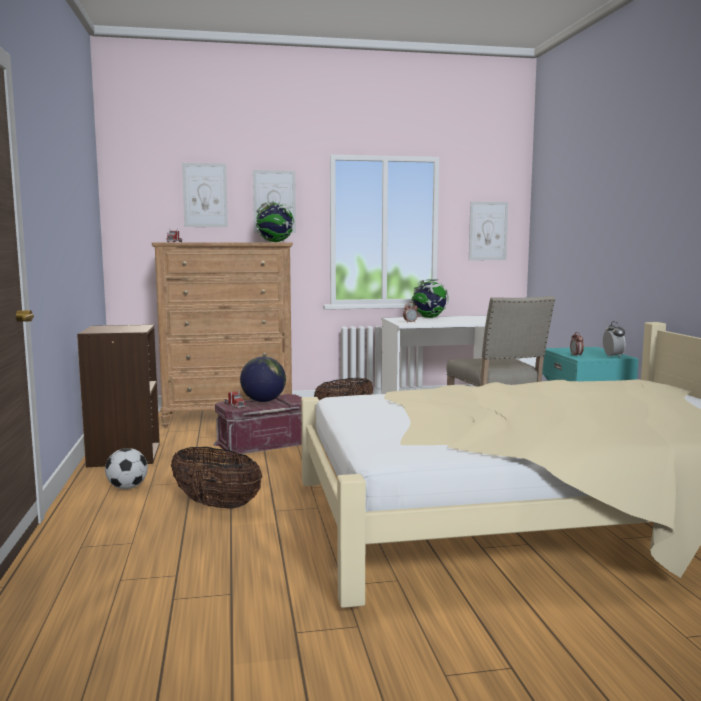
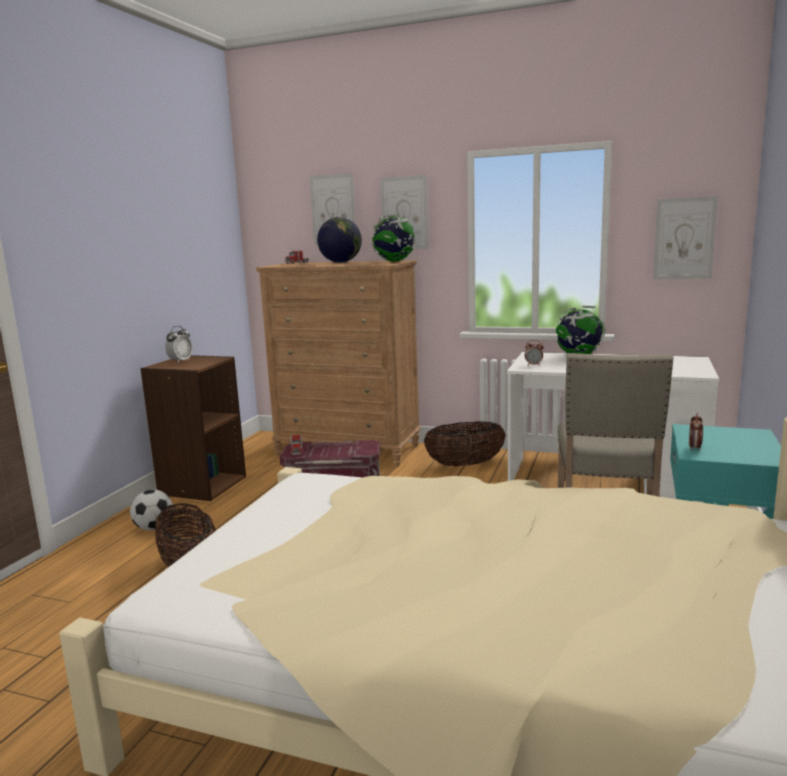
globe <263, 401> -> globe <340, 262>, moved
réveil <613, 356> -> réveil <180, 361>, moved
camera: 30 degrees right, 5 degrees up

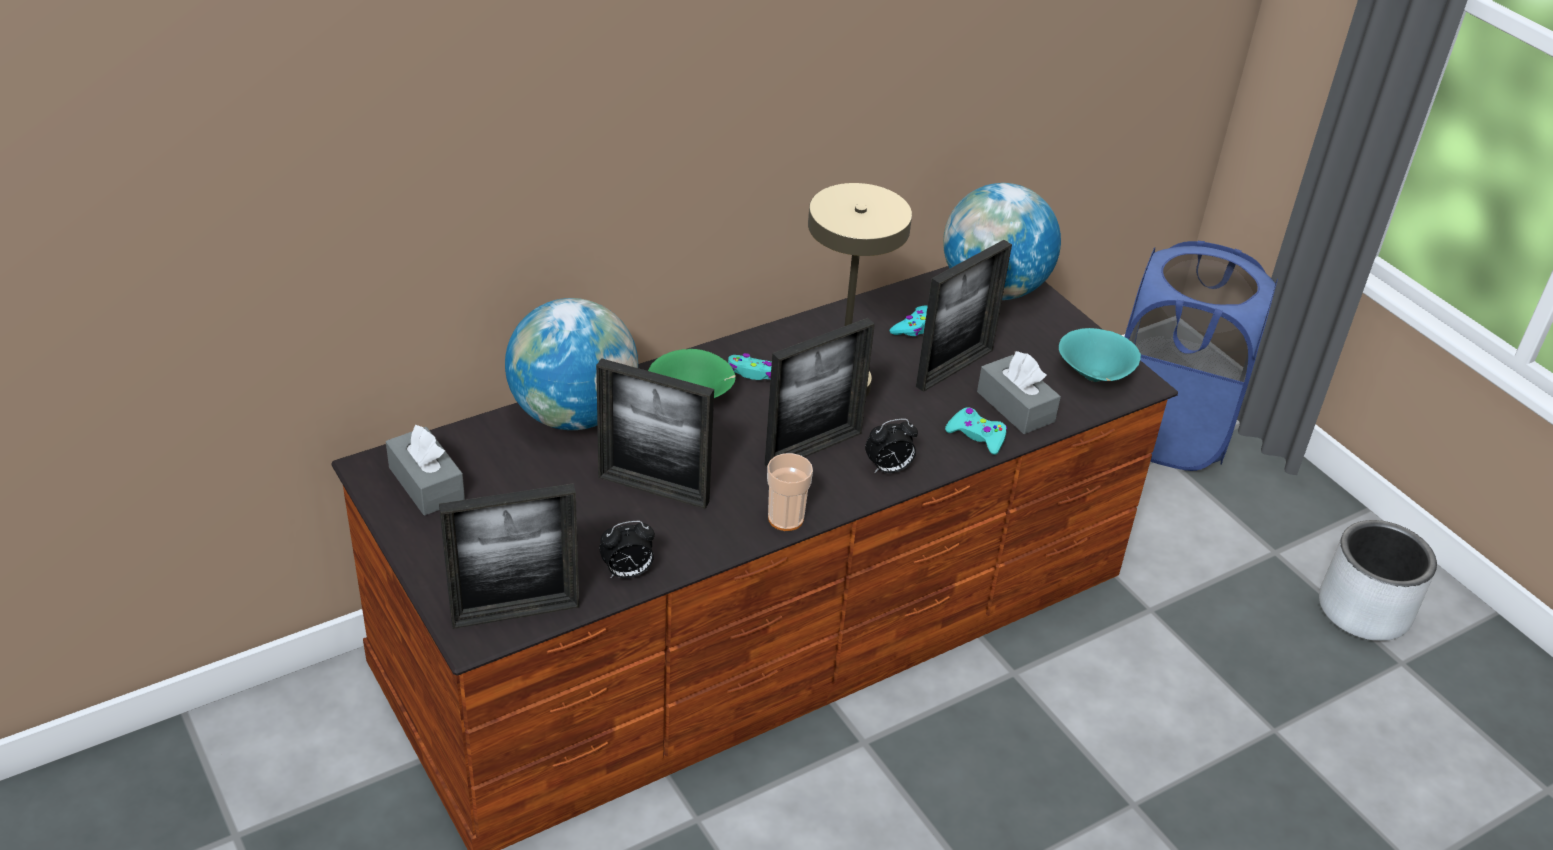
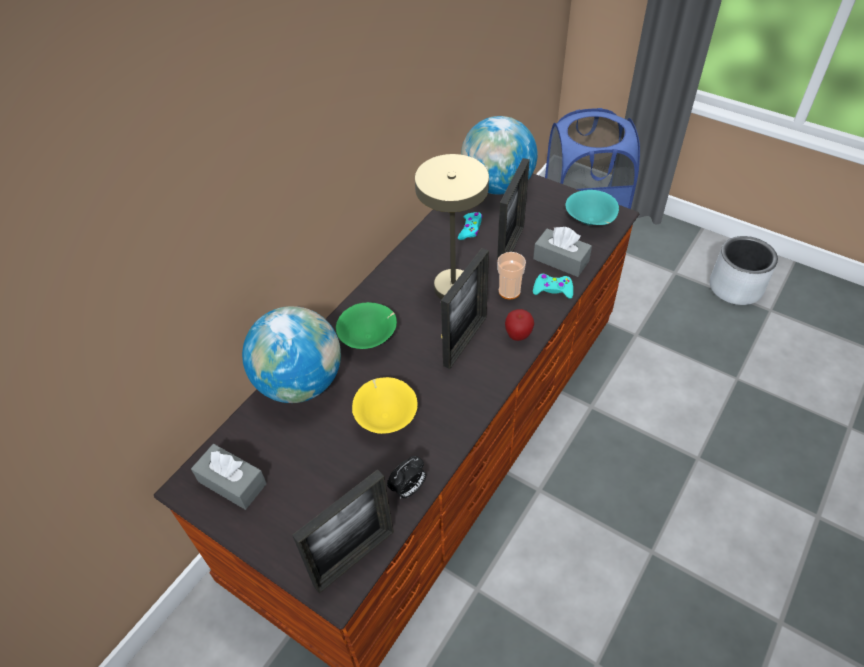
manette (turquoise) <754, 372> -> none
tasse <785, 518> -> tasse <509, 291>, moved
cadre photo <653, 489> -> bol (jaune) <386, 416>
réveil <888, 469> -> pomme <518, 335>
camera: 20 degrees left, 10 degrees up

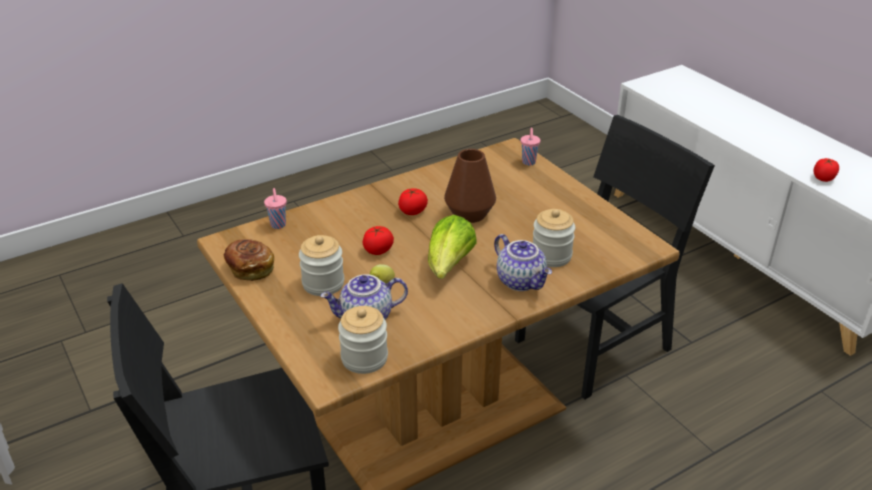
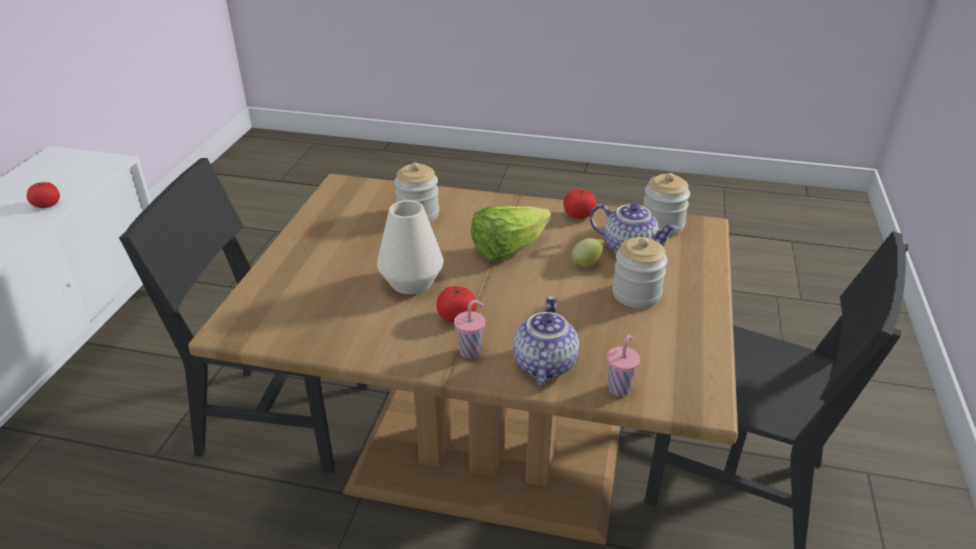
pain <250, 269> -> none
tomate <378, 250> -> tomate <579, 215>, moved
théière <521, 281> -> théière <543, 364>, moved
tasse (rose) <529, 162> -> tasse (rose) <471, 351>, moved
vase (marron) <470, 214> -> vase (blanc) <411, 282>
camera: 135 degrees left, 0 degrees up

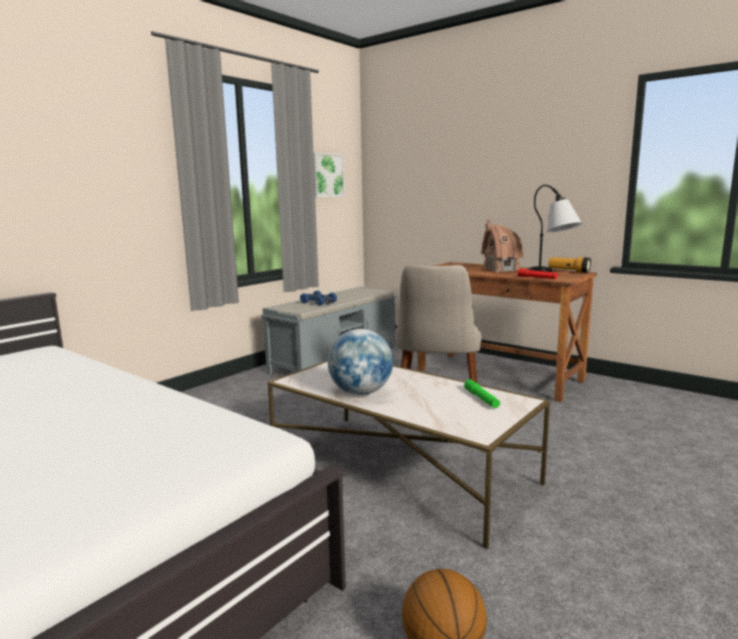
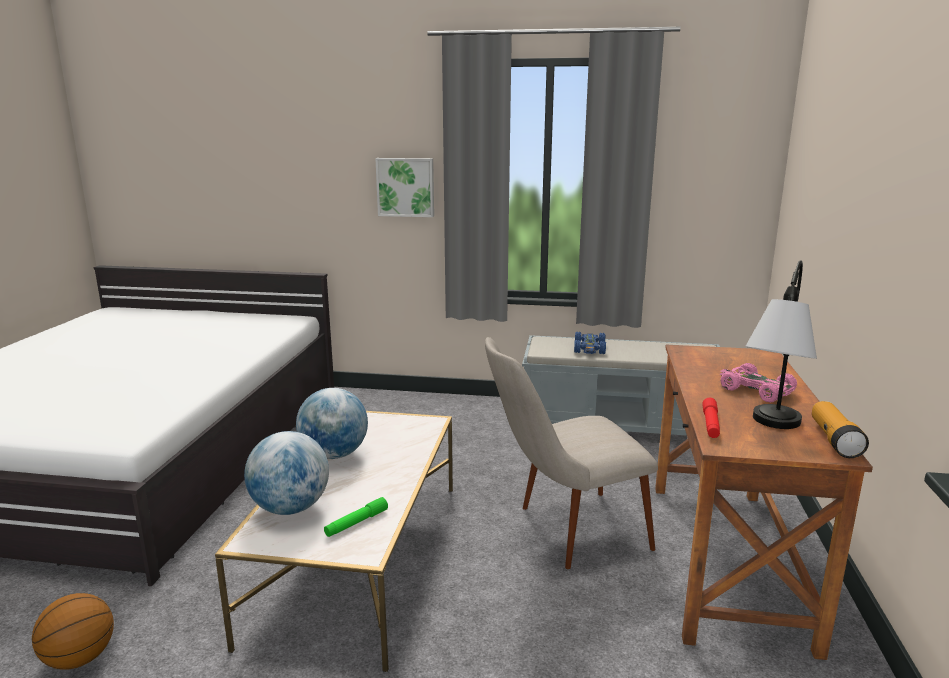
none -> globe <290, 508>
tableau <326, 175> -> tableau <406, 187>, moved
maison miniature <501, 269> -> petite voiture (rose) <755, 390>
camera: 60 degrees right, 5 degrees up

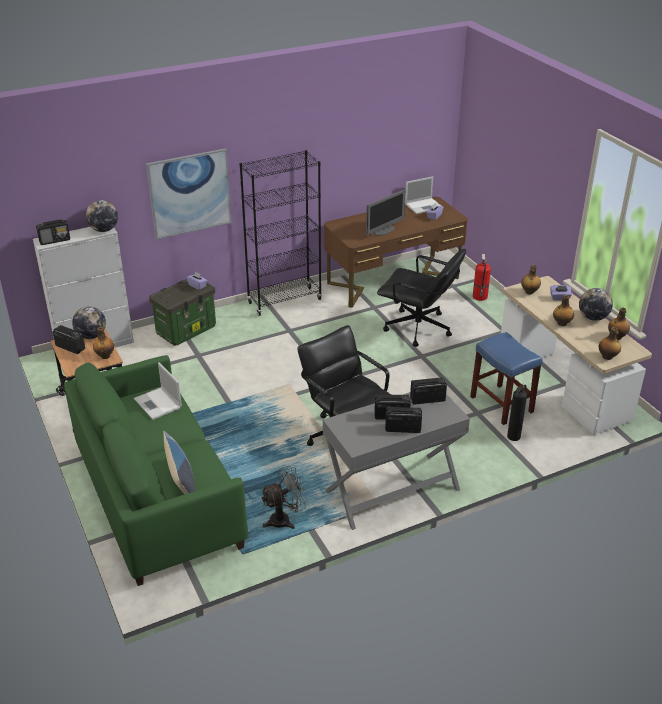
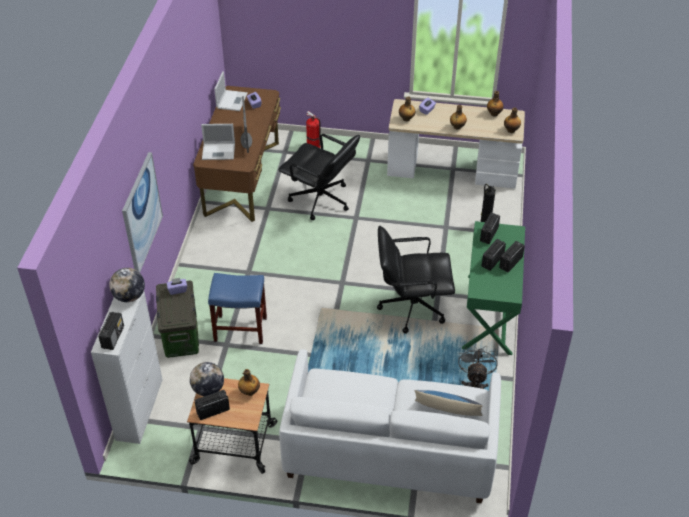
bibliothèque (noir) <284, 301> -> none
globe <593, 317> -> none
ordinateur portable <158, 404> -> ordinateur portable <219, 151>, moved
tabouret (bleu) <500, 404> -> tabouret (bleu) <240, 329>, moved
canapé (vert) <157, 496> -> canapé (blanc) <389, 450>
bureau (gris) <392, 491> -> bureau (vert) <490, 314>
chaise de bureau (noir) <418, 328> -> chaise de bureau (noir) <320, 200>, 60 degrees clockwise
camera: 55 degrees left, 10 degrees up

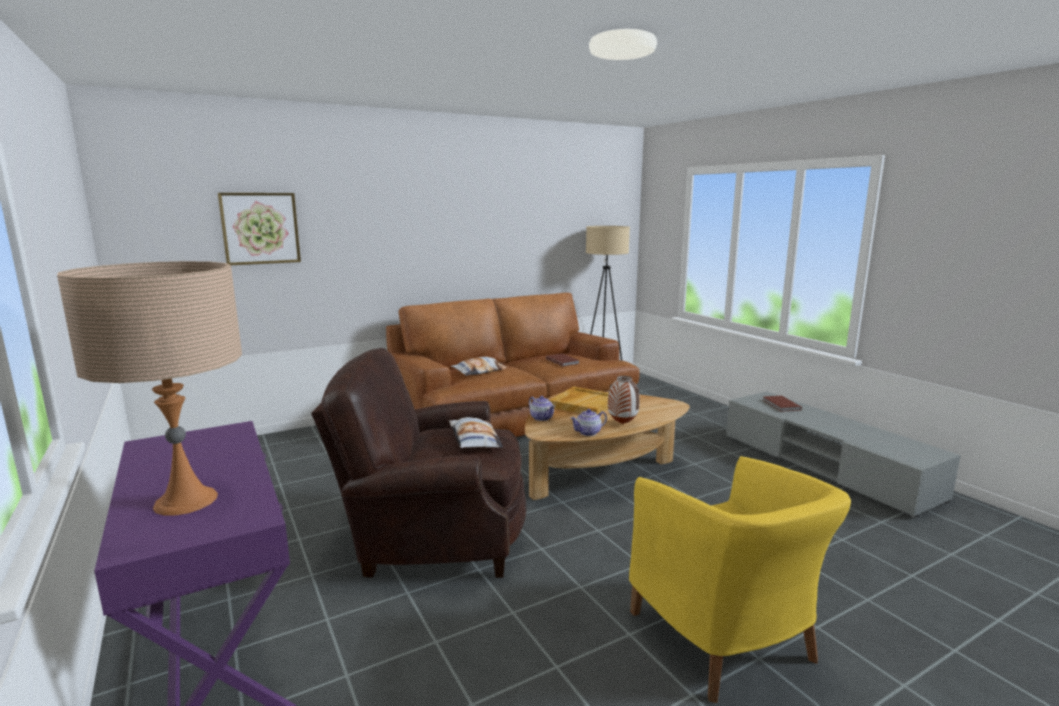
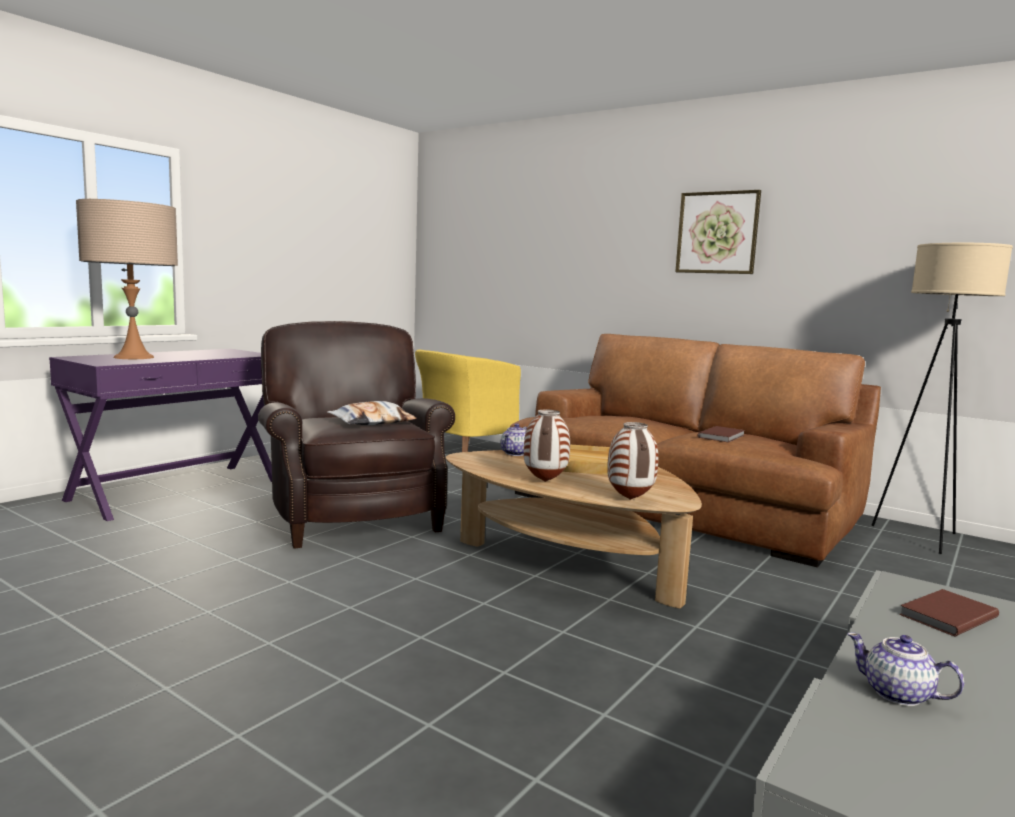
coussin <479, 371> -> none
none -> vase <631, 499>
tableau <260, 228> -> tableau <717, 233>, moved
théière <588, 432> -> théière <898, 694>, moved
fauteuil (jaune) <725, 640> -> fauteuil (jaune) <462, 451>, moved
camera: 65 degrees right, 5 degrees down

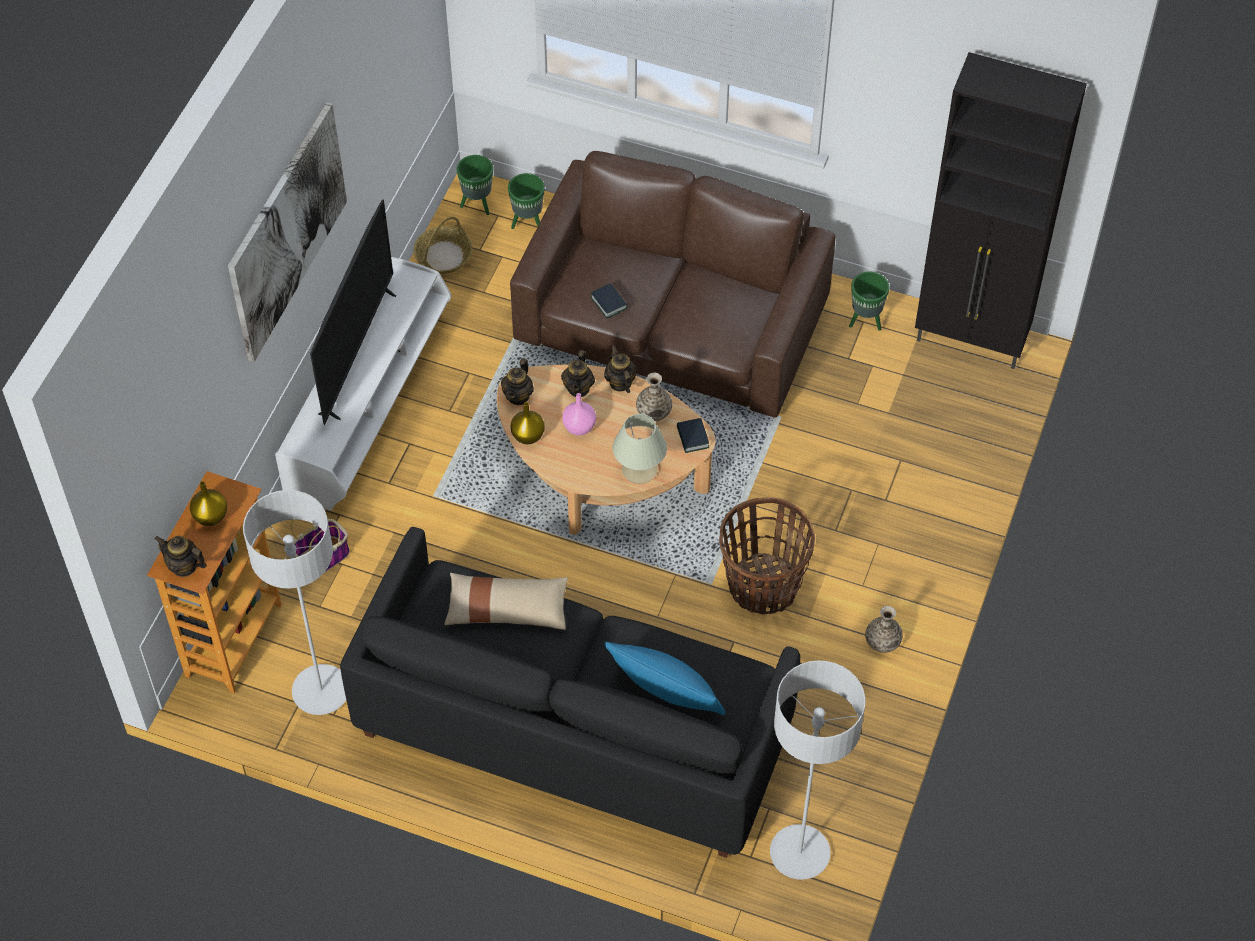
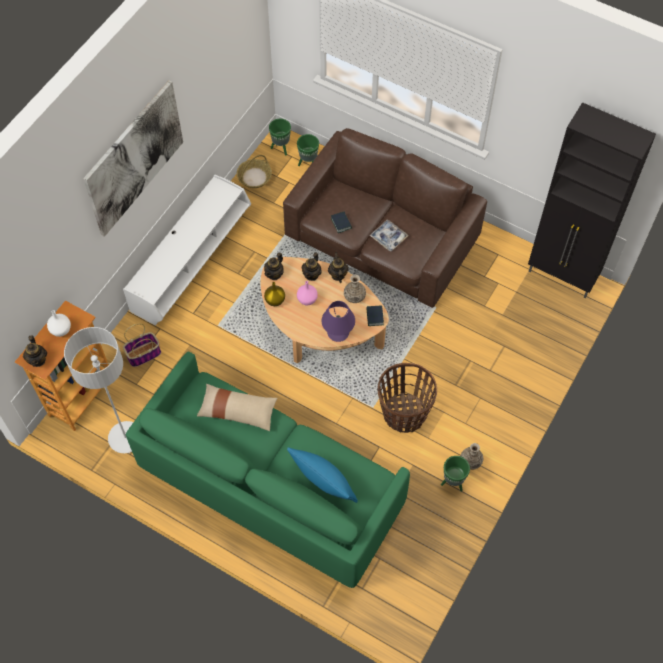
téléviseur <357, 354> -> none
lampadaire (gris) <799, 853> -> none
none -> plateau <388, 237>
cache-pot (vert) <866, 321> -> cache-pot (vert) <453, 482>, moved
vase (jaune) <211, 516> -> vase (blanc) <61, 330>
canapé (noir) <573, 728> -> canapé (vert) <270, 486>
lampe de table (beige) <639, 470> -> lampe de table (violet) <338, 332>
théière <184, 566> -> théière <38, 360>, 135 degrees counterclockwise
camera: 10 degrees right, 5 degrees up

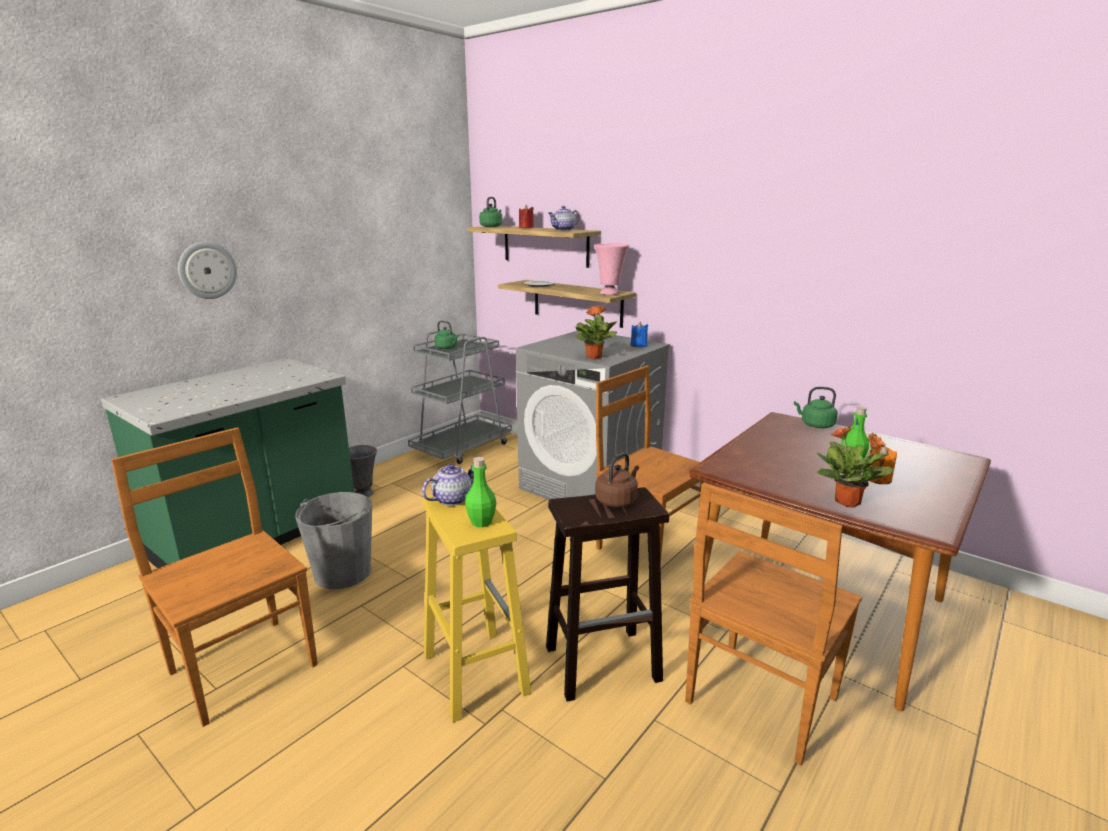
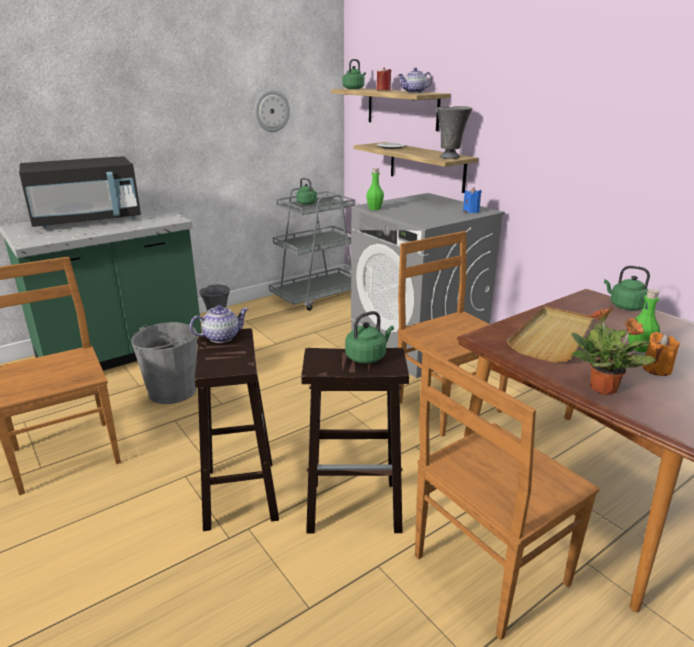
plante en pot <594, 357> -> none
none -> micro-ondes (noir) <87, 220>
none -> plateau (beige) <553, 337>
horloge murale <207, 270> -> horloge murale <271, 111>, moved
bouteille (vert) <481, 522> -> bouteille (vert) <374, 209>, moved
tabouret (jaune) <474, 672> -> tabouret (marron) <239, 492>
vase (rose) <610, 293> -> vase (gris) <450, 157>
bouilloire (marron) <617, 500> -> bouilloire (vert) <367, 357>
camera: 15 degrees right, 5 degrees up

